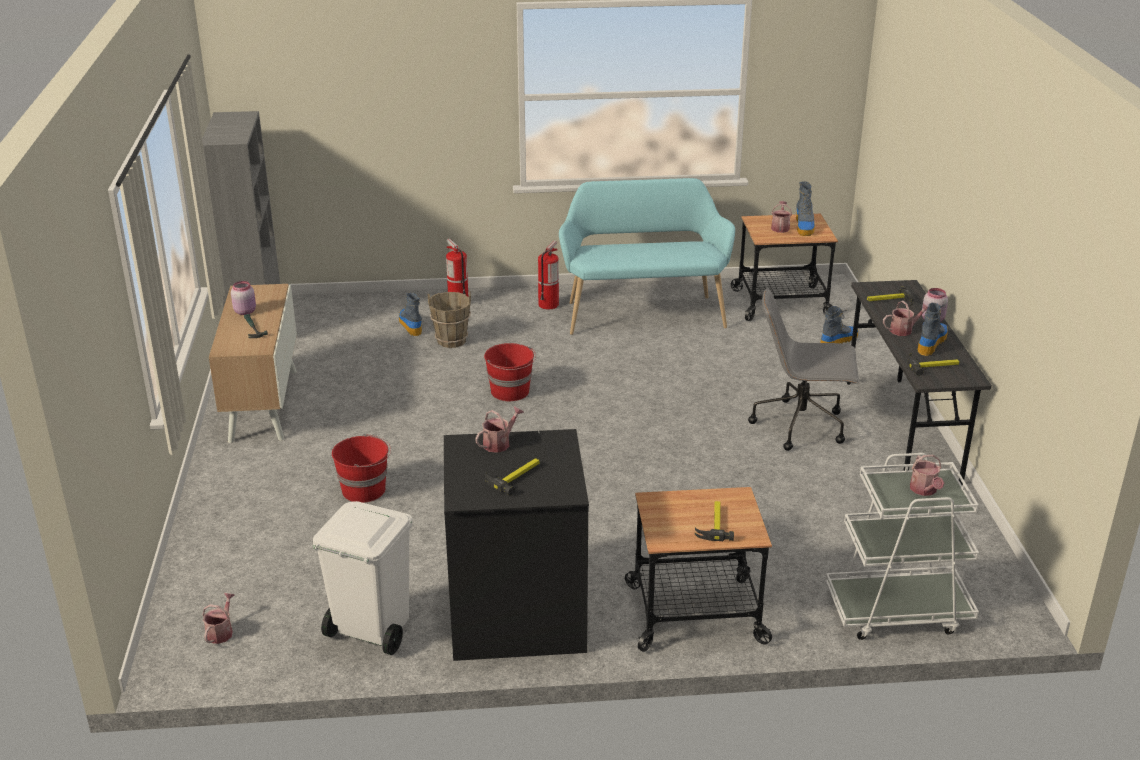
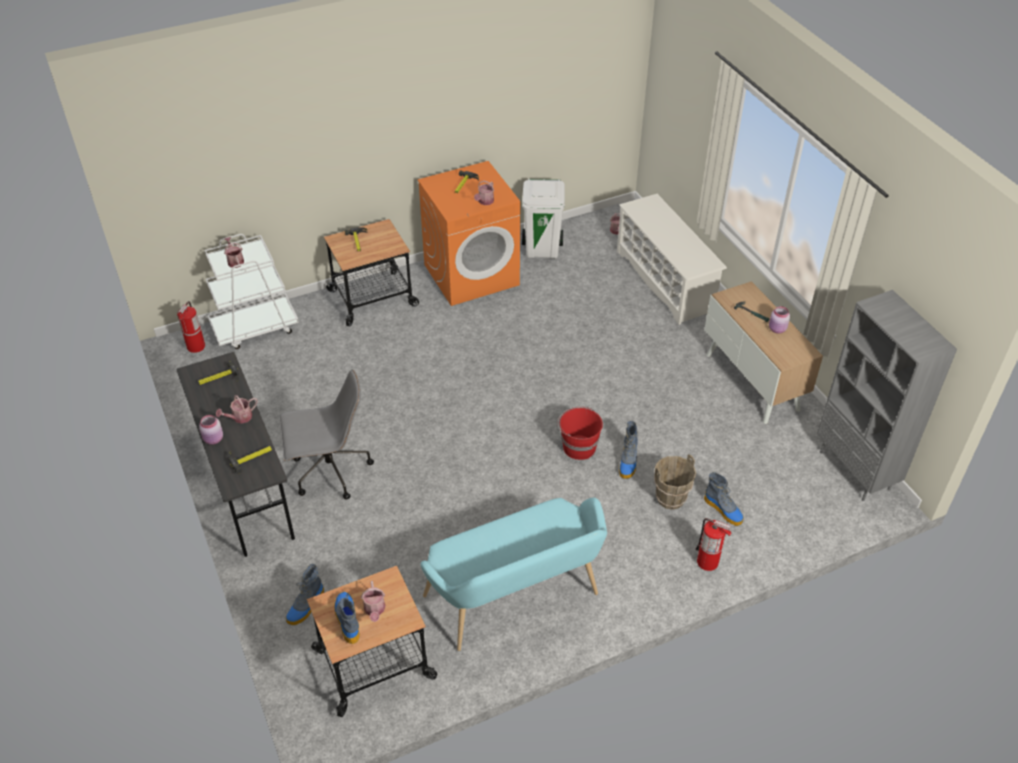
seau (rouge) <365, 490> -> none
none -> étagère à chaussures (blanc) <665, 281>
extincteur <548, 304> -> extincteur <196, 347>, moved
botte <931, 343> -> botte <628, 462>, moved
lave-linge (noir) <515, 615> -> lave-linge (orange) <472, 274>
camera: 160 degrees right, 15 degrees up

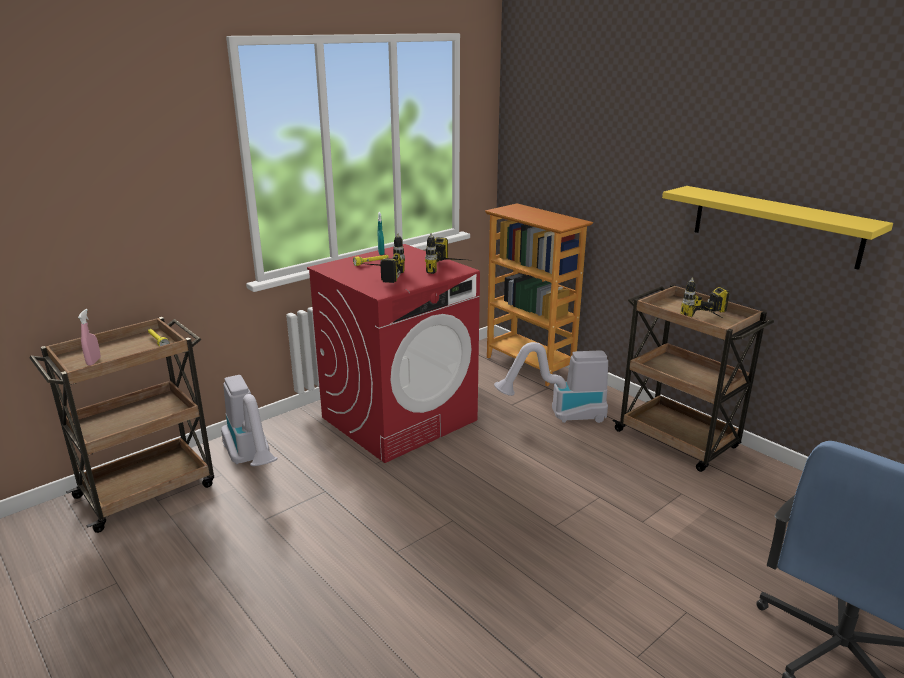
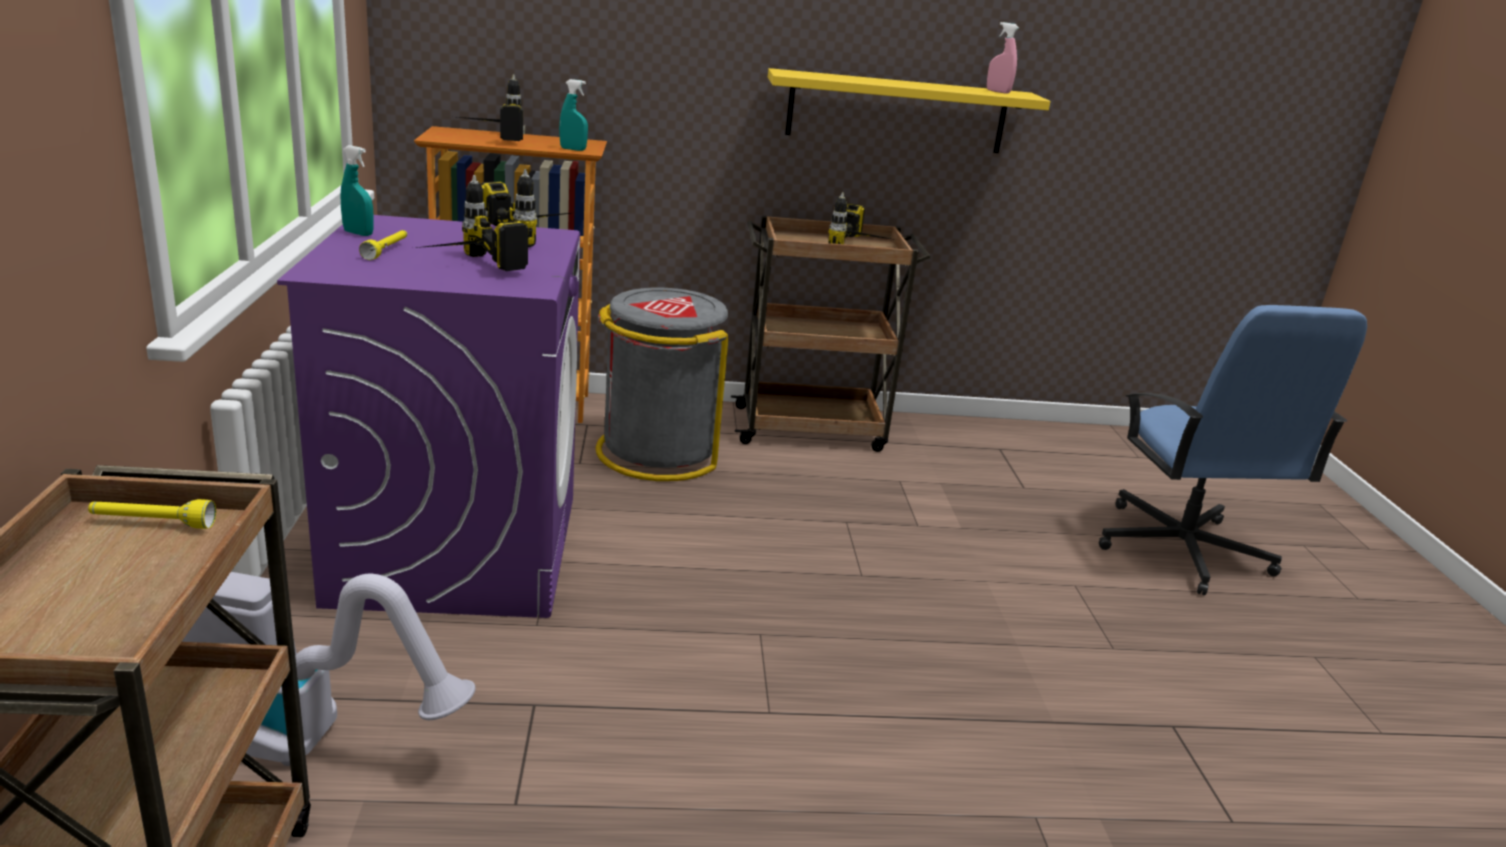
none -> perceuse <488, 138>
none -> vaporisateur (turquoise) <573, 149>
vaporisateur (rose) <94, 361> -> vaporisateur (rose) <998, 92>, moved
aspirateur <559, 415> -> poubelle (gris) <657, 452>
lave-linge (rouge) <400, 418> -> lave-linge (violet) <457, 548>
camera: 55 degrees left, 0 degrees up

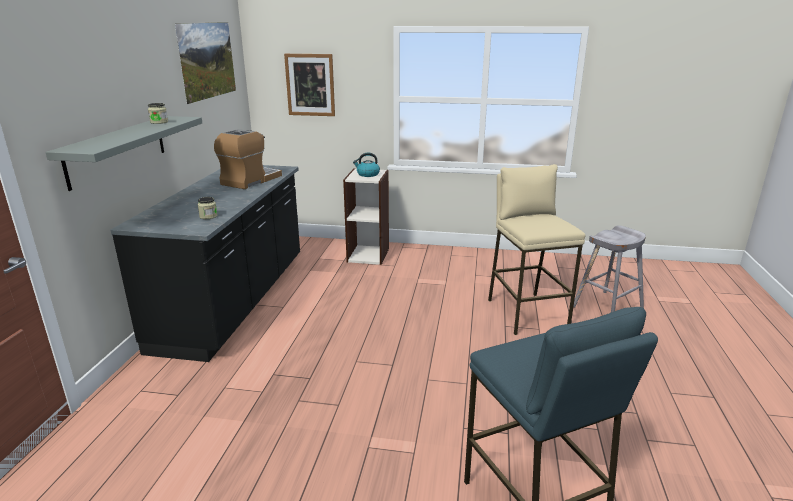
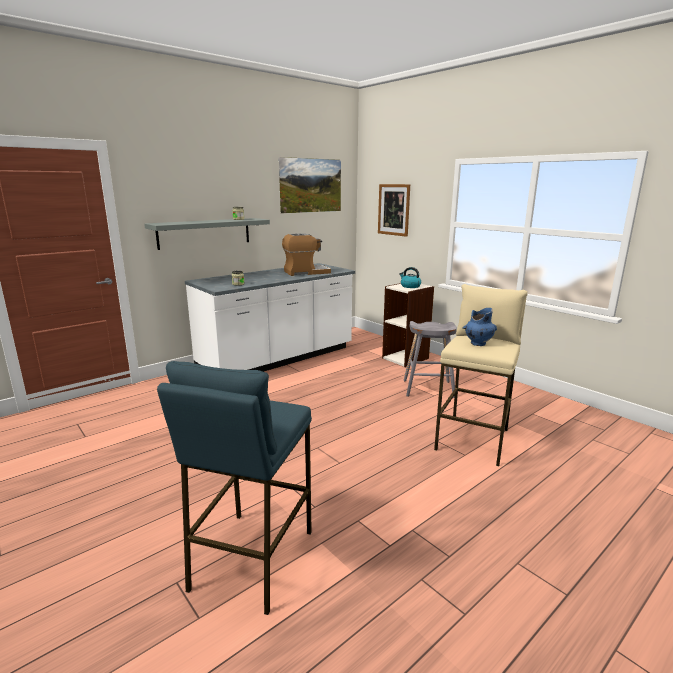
none -> vase (bleu) <477, 343>
tabouret (gris) <607, 307> -> tabouret (gris) <428, 389>, moved
comptoir de cuisine (noir) <235, 301> -> comptoir de cuisine (blanc) <278, 359>
camera: 40 degrees right, 5 degrees down

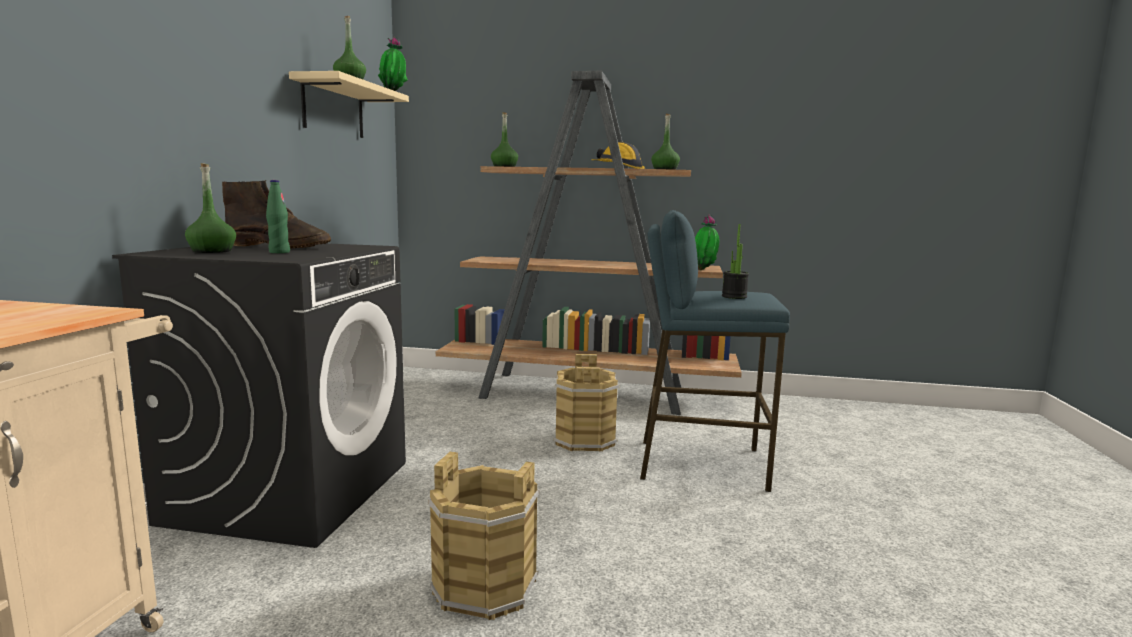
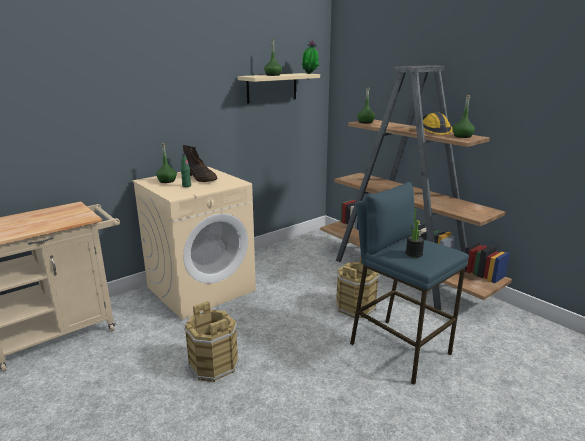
plante en pot <704, 270> -> none
lave-linge (noir) <291, 490> -> lave-linge (beige) <201, 288>
camera: 40 degrees right, 10 degrees up

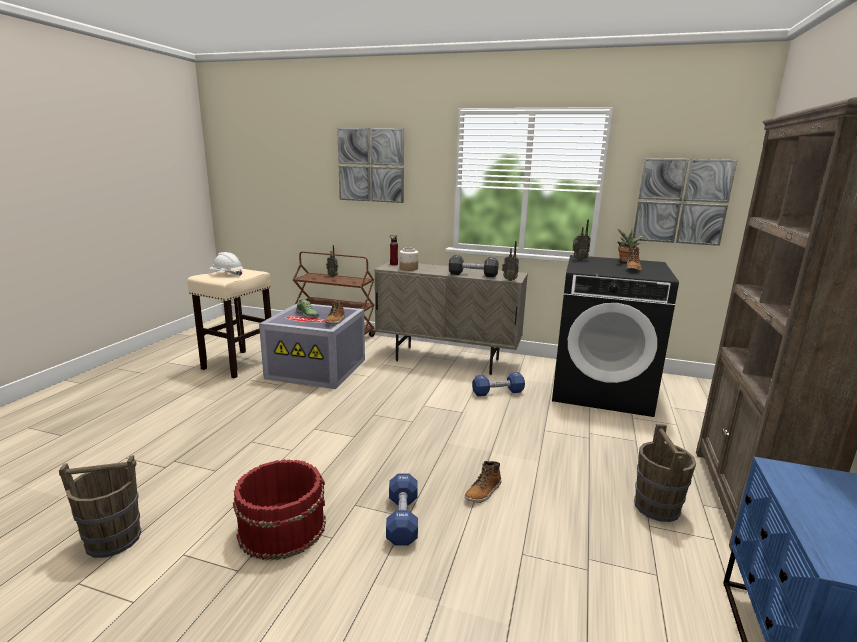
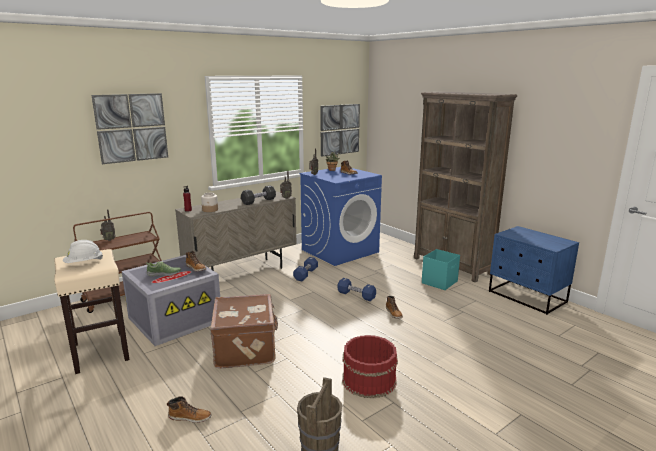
none -> botte <190, 417>
none -> valise (marron) <246, 348>
haltère (bleu) <402, 519> -> haltère (bleu) <356, 295>, moved
seau (marron) <656, 506> -> boîte de rangement (turquoise) <440, 282>
lave-linge (noir) <601, 390> -> lave-linge (bleu) <340, 251>
camera: 55 degrees left, 0 degrees up

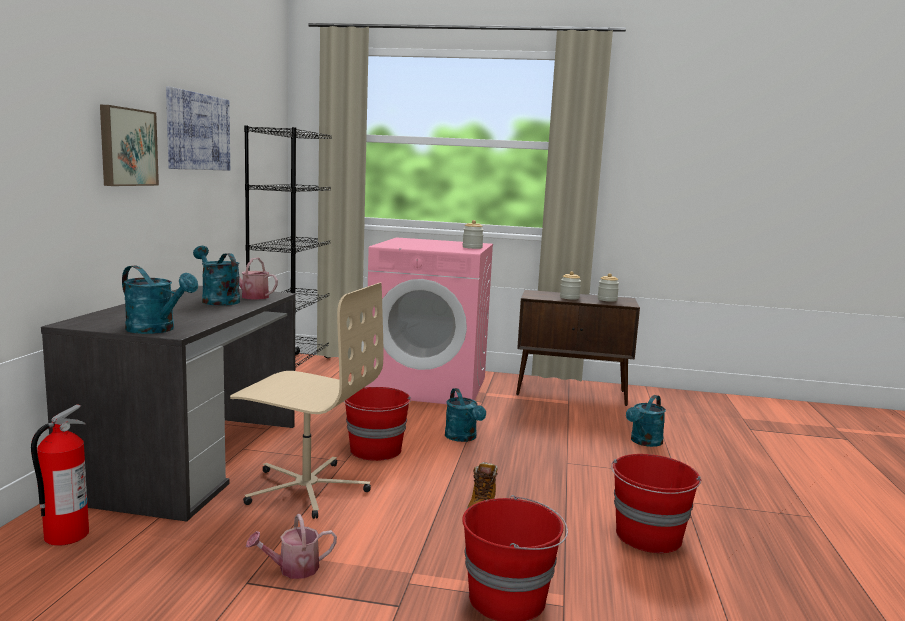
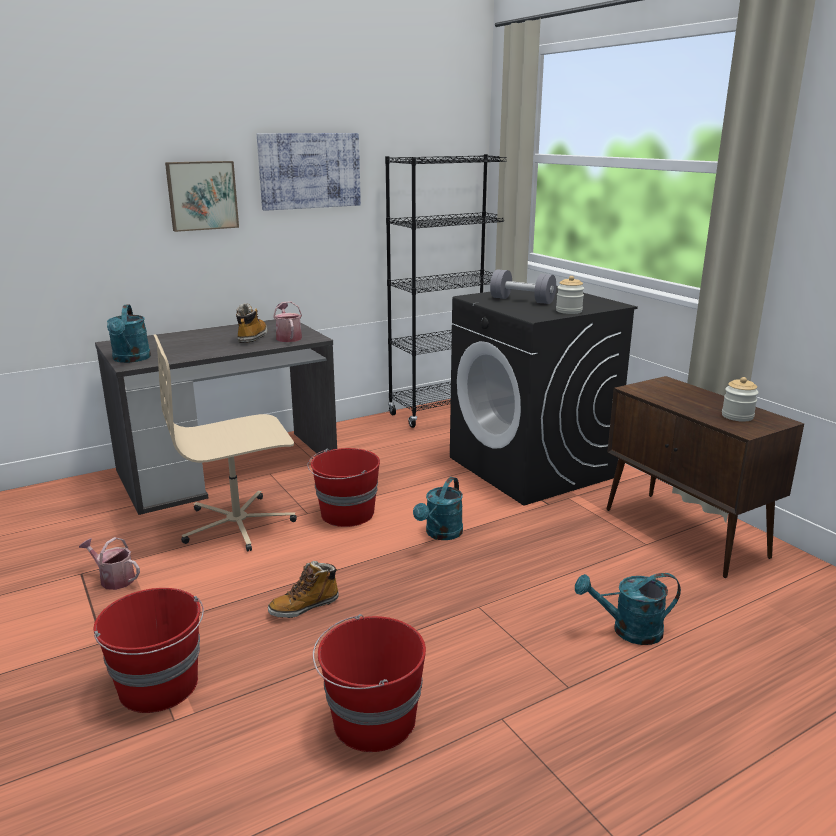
extincteur <65, 536> -> none
bocal <569, 298> -> none
none -> haltère (gris) <522, 300>
arrosoir (turquoise) <217, 300> -> botte <252, 337>
lave-linge (rose) <429, 386> -> lave-linge (noir) <531, 467>
chaise de bureau (beige) <306, 488> -> chaise de bureau (beige) <238, 524>, 90 degrees clockwise
camera: 50 degrees right, 10 degrees up

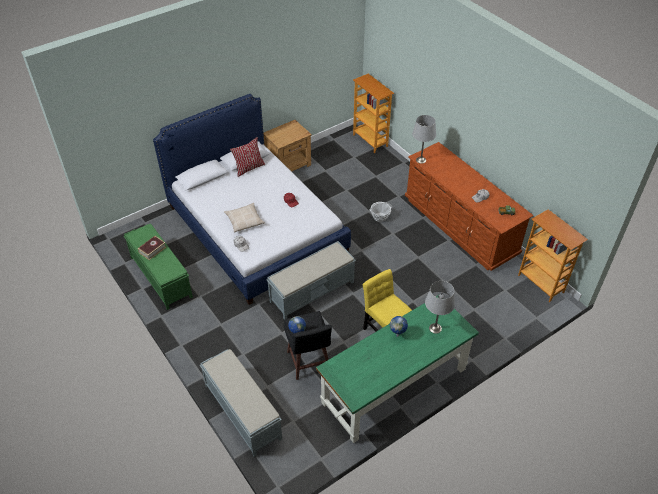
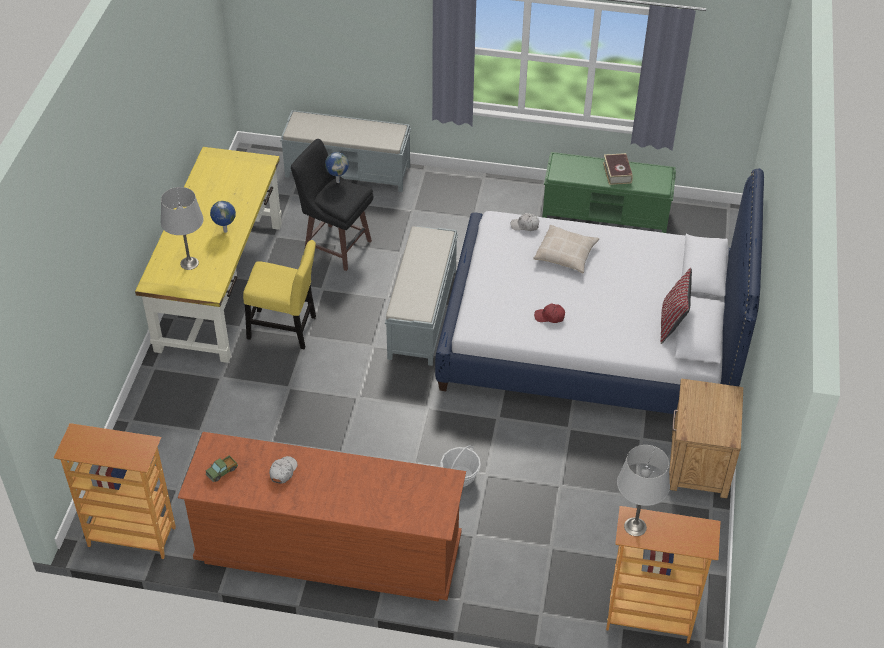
lampe de table (gris) <420, 160> -> lampe de table (gris) <635, 526>, moved
bureau (vert) <394, 386> -> bureau (jaune) <220, 284>
camera: 135 degrees right, 0 degrees up

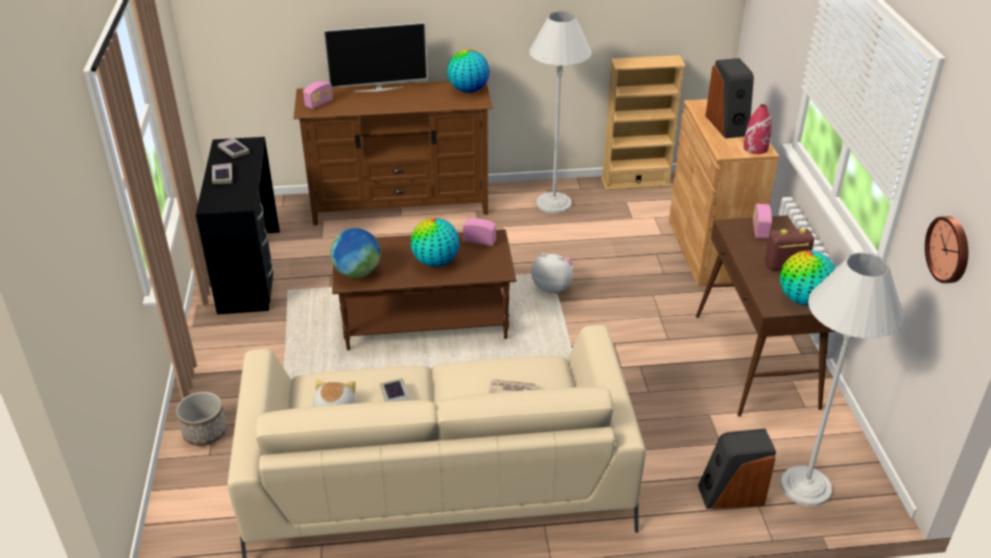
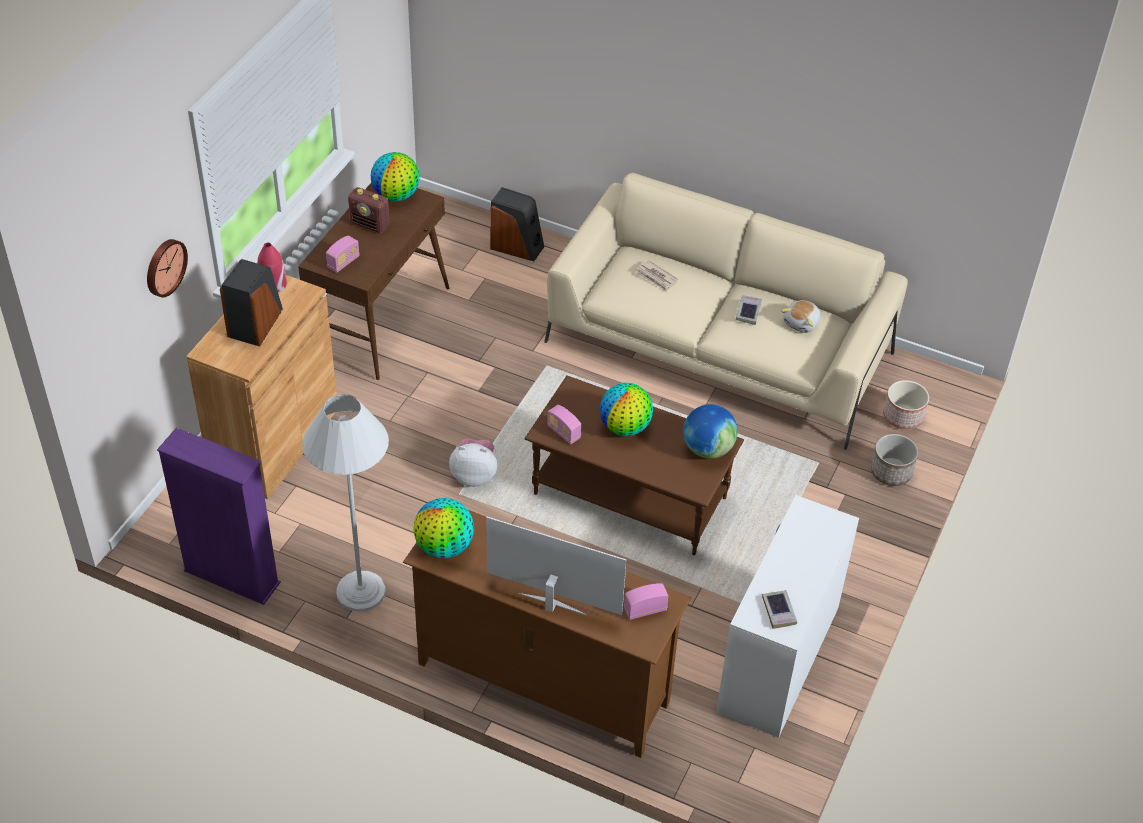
livre <222, 176> -> none
lampadaire (blanc) <805, 487> -> none
none -> cache-pot <903, 416>
horloge murale <949, 249> -> horloge murale <164, 267>, moved
bureau (noir) <249, 270> -> bureau (blanc) <779, 659>
bibliothèque (beige) <635, 182> -> bibliothèque (violet) <232, 577>
peluche <552, 287> -> peluche <474, 475>, 135 degrees clockwise
camera: 150 degrees left, 10 degrees up

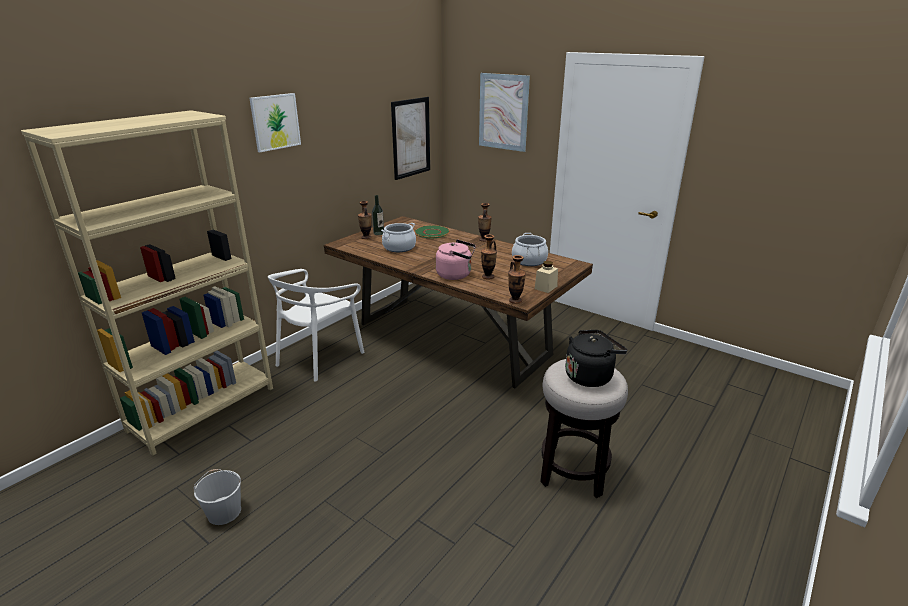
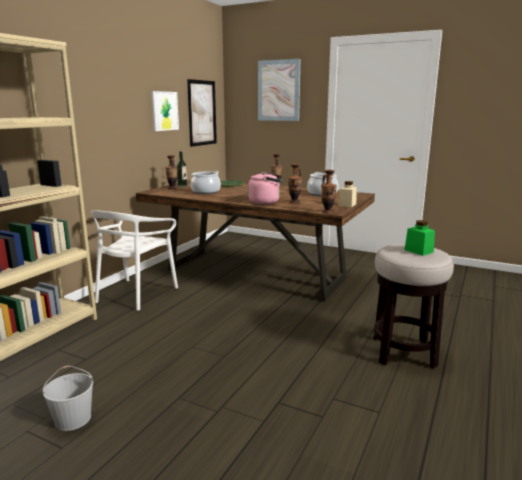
tableau <275, 122> -> tableau <164, 111>, moved
bouilloire (noir) <590, 376> -> bocal (vert) <418, 251>
camera: 10 degrees left, 10 degrees down

